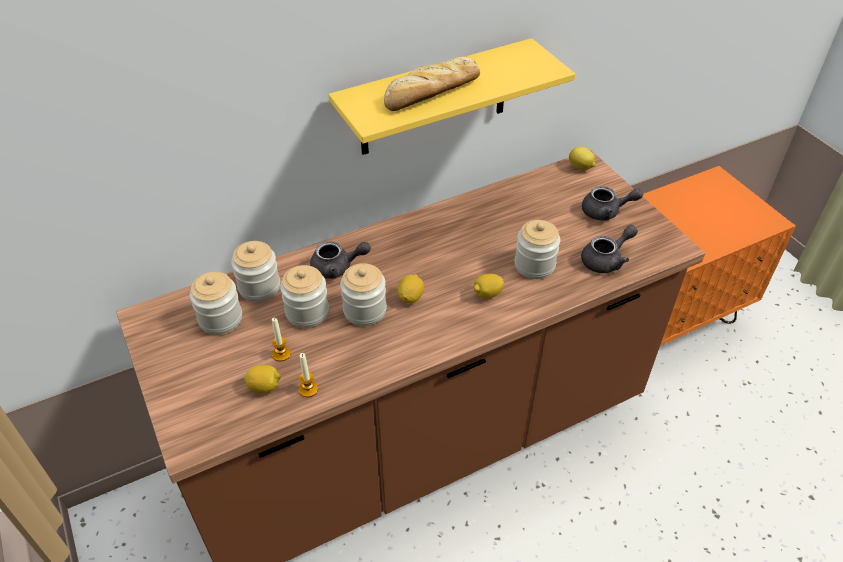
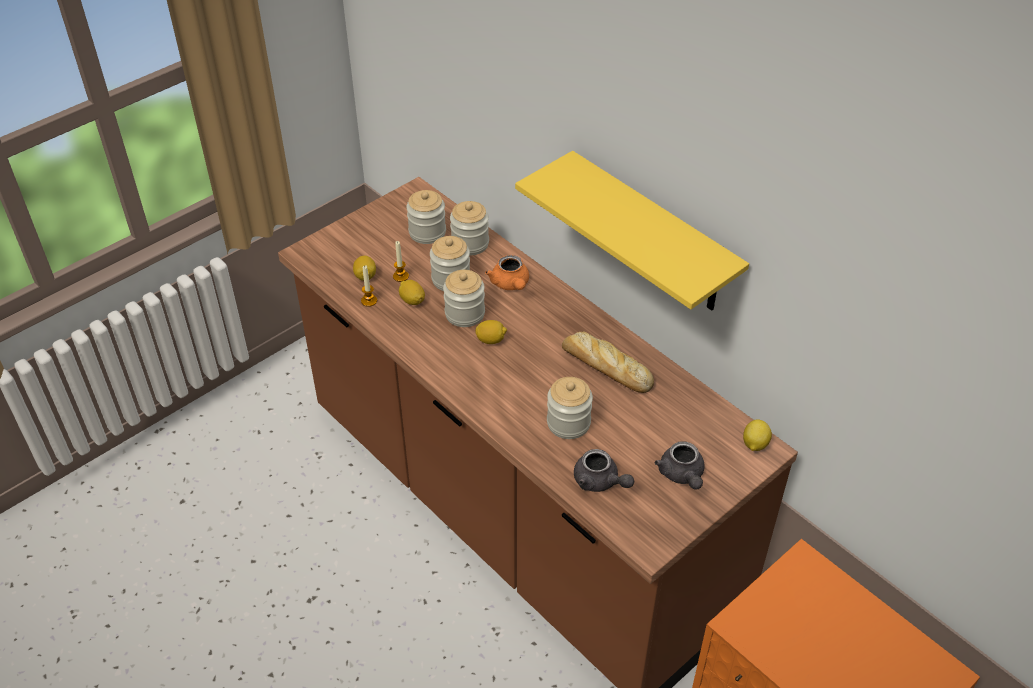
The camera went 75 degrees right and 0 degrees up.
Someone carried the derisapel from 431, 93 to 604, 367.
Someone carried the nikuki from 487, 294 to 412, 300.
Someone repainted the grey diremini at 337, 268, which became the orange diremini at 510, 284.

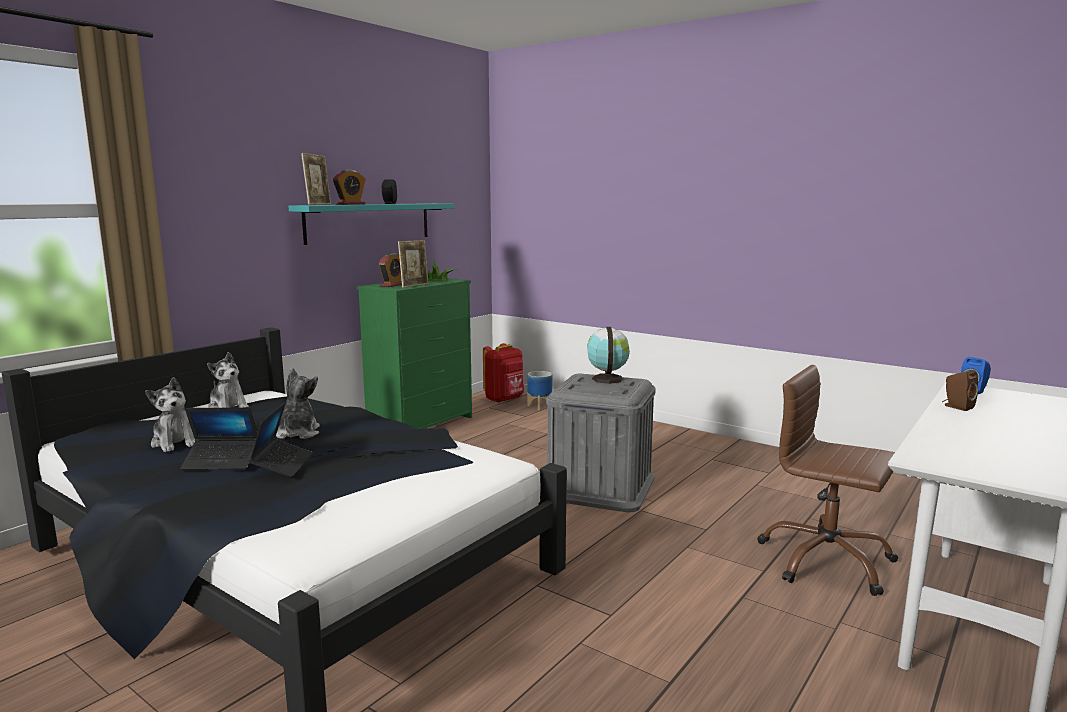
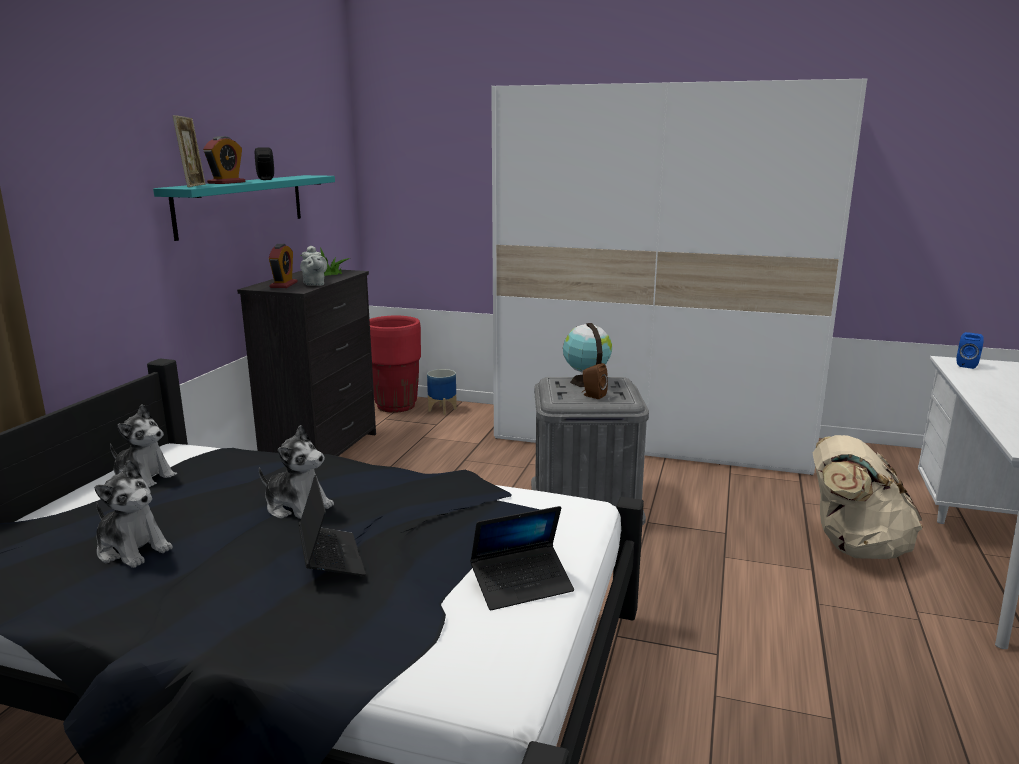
The camera went 20 degrees left and 5 degrees up.
Someone put down the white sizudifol at 651, 438.
Someone carried the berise from 221, 462 to 522, 585.
Someone carried the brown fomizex from 956, 407 to 593, 395.
Someone swapped the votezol at 414, 286 for the grey diremini at 314, 284.
Someone swapped the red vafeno at 505, 399 for the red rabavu at 396, 406.
Someone swapped the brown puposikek at 826, 561 for the beige vafeno at 854, 547.
Someone repainted the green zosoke at 422, 424, which became the black zosoke at 322, 451.
Someone rotated the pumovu at 298, 434 by 135 degrees clockwise.

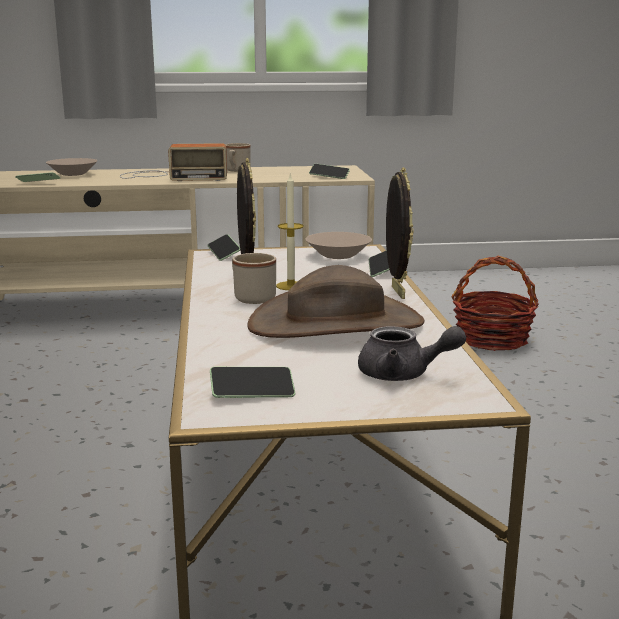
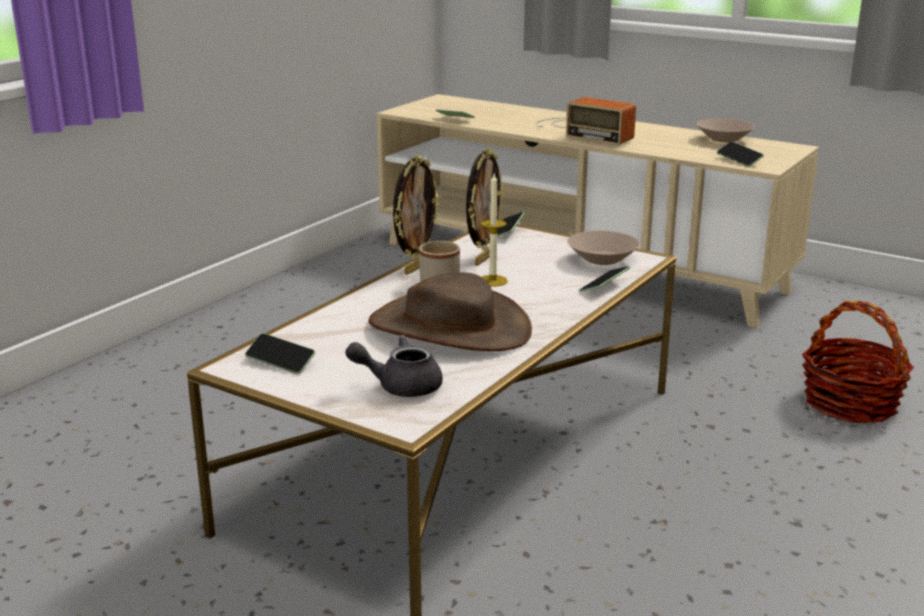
The camera went 40 degrees right and 5 degrees up.
Someone took away the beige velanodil at 236, 170.
Someone carried the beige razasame from 73, 174 to 724, 139.
Someone carried the votezol from 396, 292 to 416, 268.
Someone rotated the grey diremini at 403, 375 by 120 degrees clockwise.

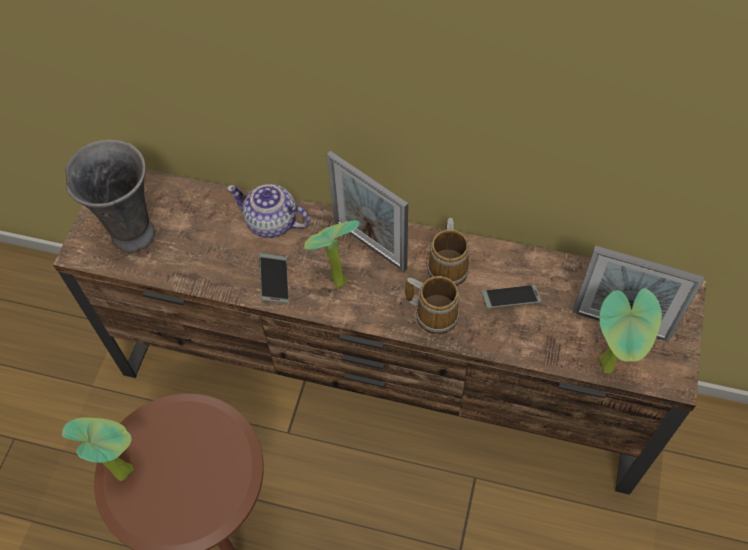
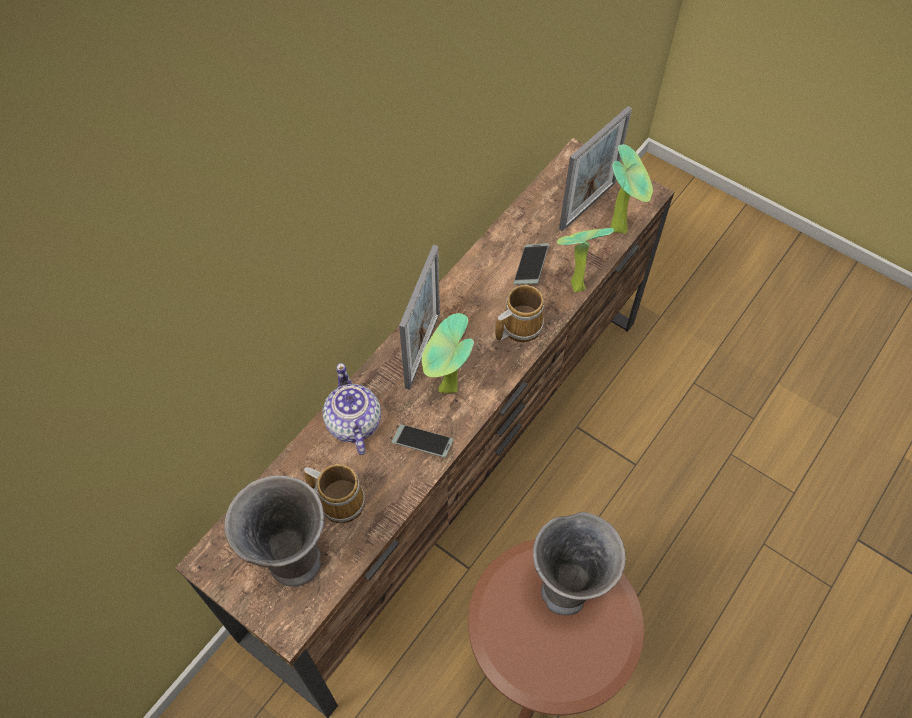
The camera went 70 degrees left and 0 degrees up.
Someone put down the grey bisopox at 566, 591.
Someone carried the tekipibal from 124, 468 to 573, 285.
Someone carried the velanodil from 449, 267 to 340, 499.
Someone rotated the diremini at 272, 223 by 120 degrees clockwise.
Someone rotated the votezol at 370, 245 by 45 degrees counterclockwise.

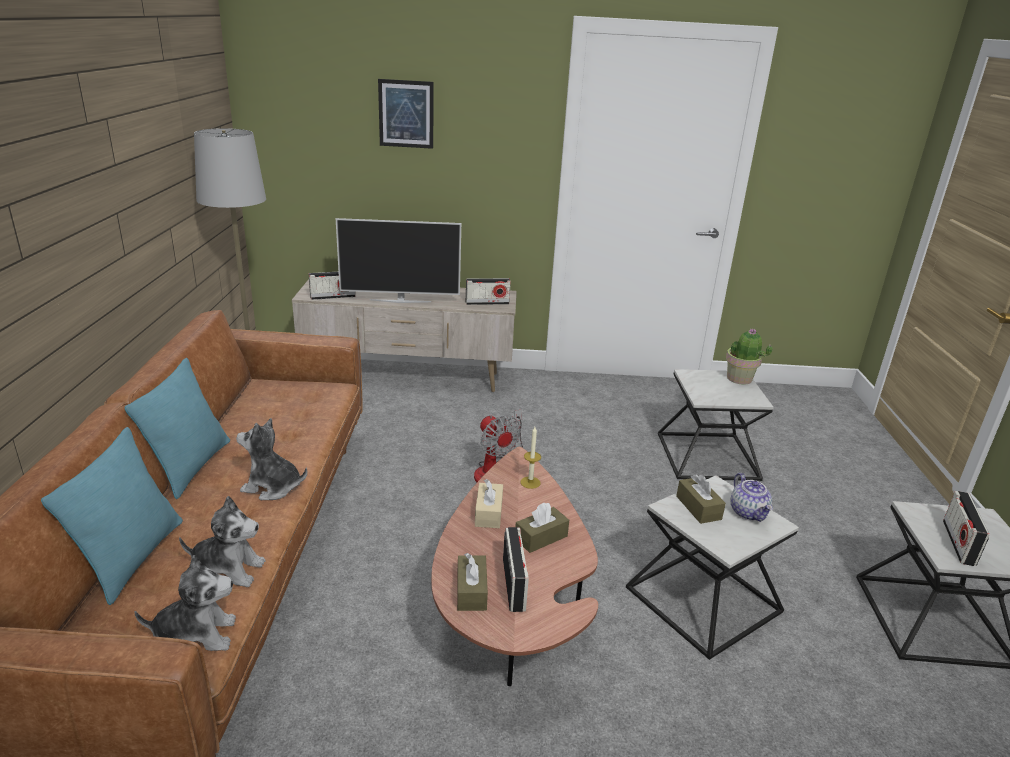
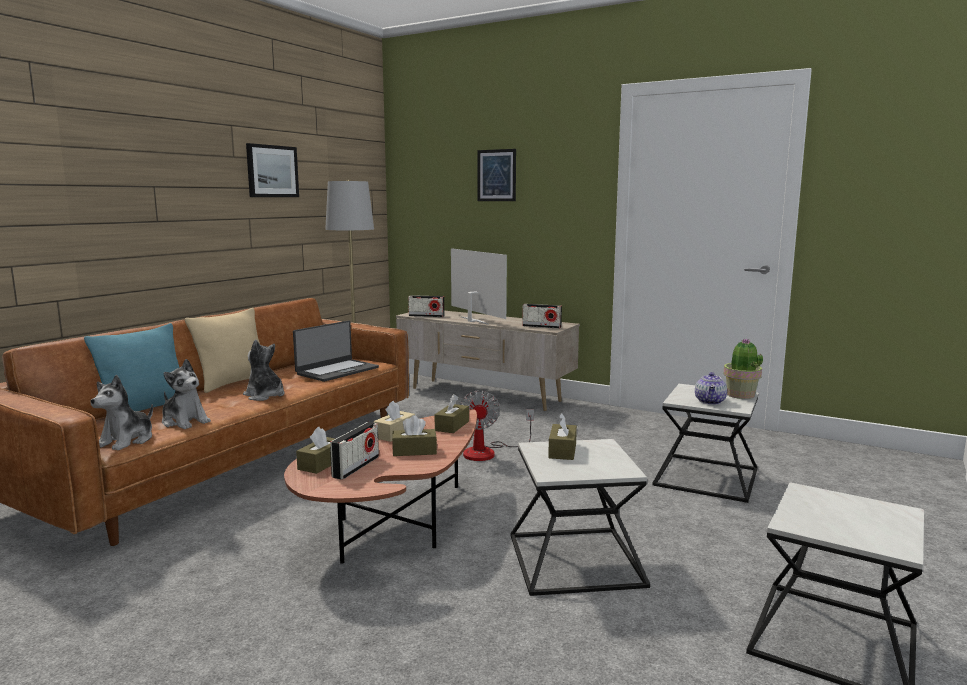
The camera went 30 degrees right and 15 degrees down.
Someone took away the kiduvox at 958, 543.
Someone put up the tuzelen at 272, 171.
Someone put down the berise at 337, 371.
Someone carried the diremini from 748, 513 to 710, 401.
Someone swapped the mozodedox at 530, 482 for the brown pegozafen at 452, 426.
Someone repainted the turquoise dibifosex at 191, 467, which became the beige dibifosex at 234, 382.
Someone rotated the pumovu at 196, 636 by 90 degrees clockwise.
Someone rotated the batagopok at 400, 300 by 150 degrees counterclockwise.

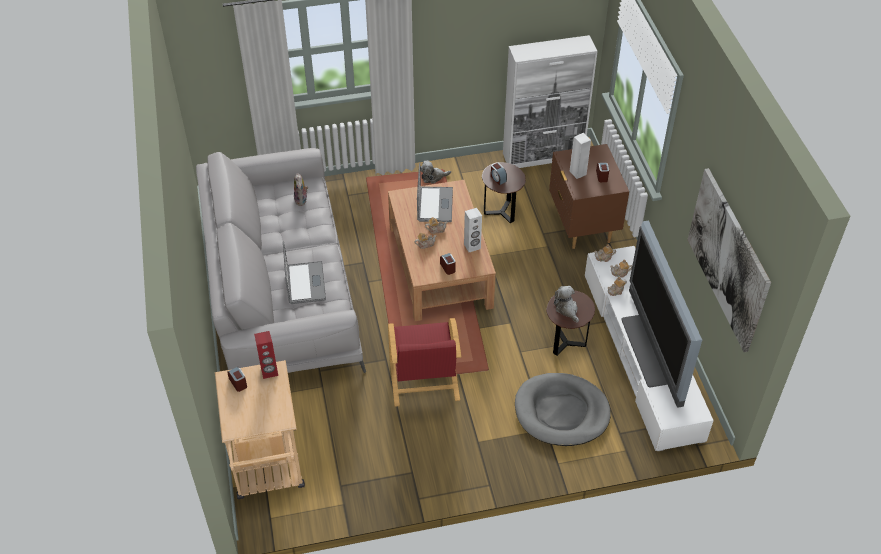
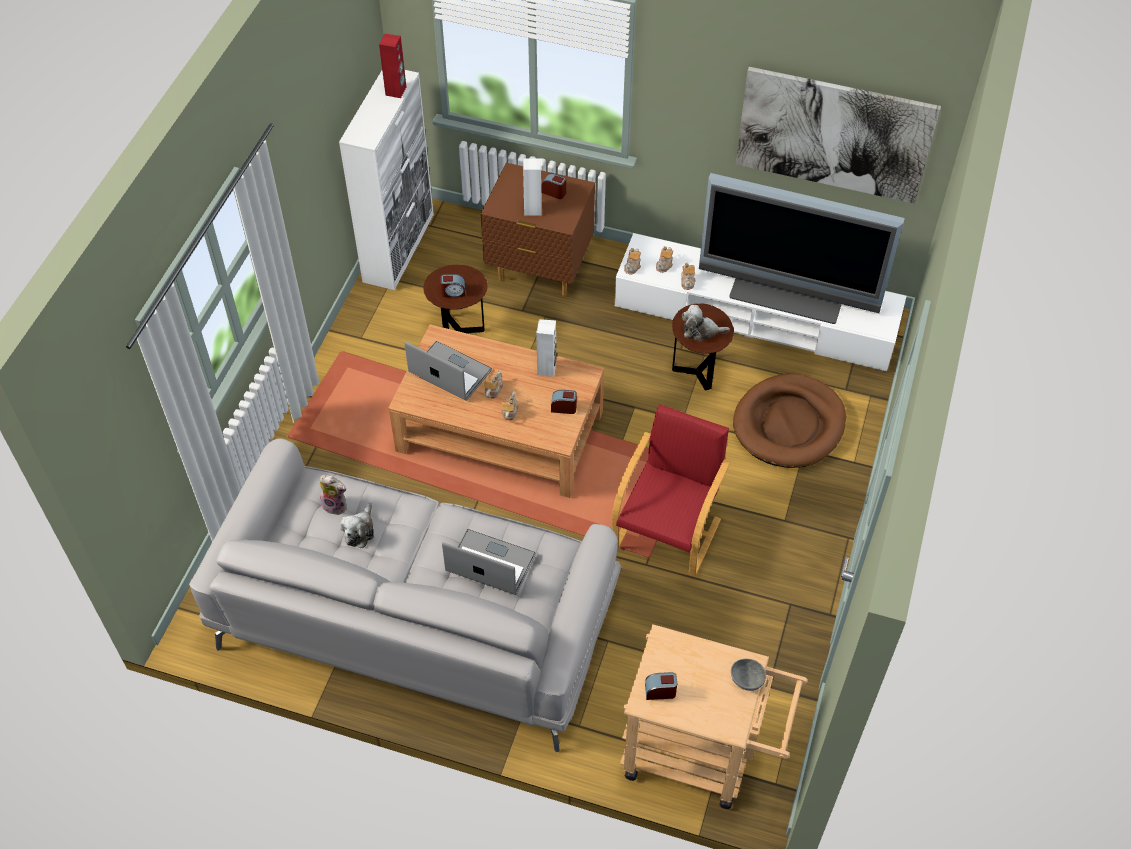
The camera went 60 degrees left and 5 degrees up.
Someone put down the grey razasame at 747, 679.
Someone carried the red fomizex from 269, 372 to 396, 91.
Someone carried the pumovu from 433, 177 to 360, 530.
Someone repainted the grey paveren at 561, 412, which became the brown paveren at 789, 424.
Someone rotated the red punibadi at 424, 382 by 90 degrees counterclockwise.

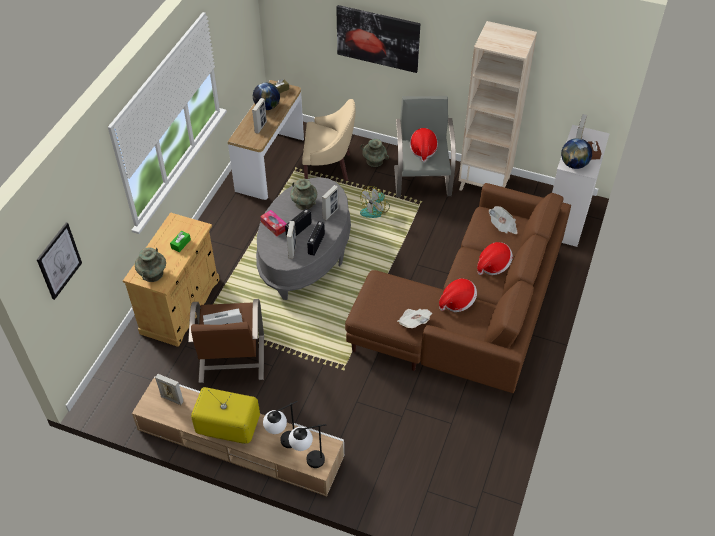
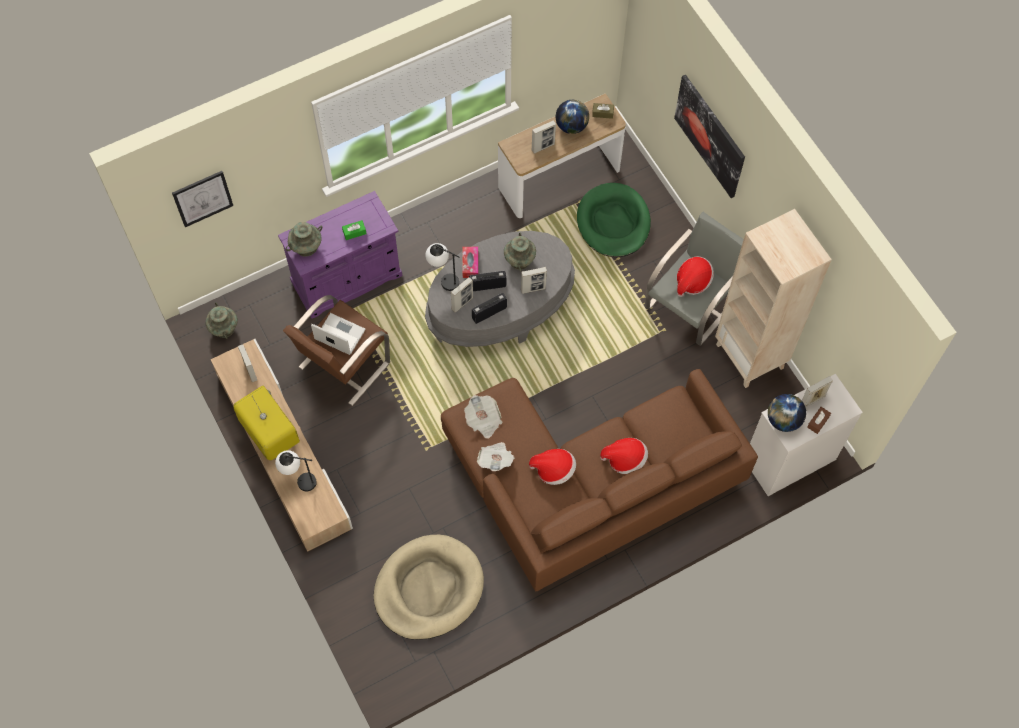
The camera went 40 degrees right and 15 degrees up.
Someone took away the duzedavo at 375, 210.
Someone put down the beige paveren at 428, 589.
Someone carried the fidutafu from 308, 461 to 443, 279.
Someone carried the turquoise bisopox from 374, 161 to 224, 328.
Someone carried the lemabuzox from 502, 226 to 483, 420.
Someone swapped the beige punibadi at 329, 166 for the green paveren at 613, 222.
Someone repainted the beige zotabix at 180, 306, which became the purple zotabix at 347, 279.

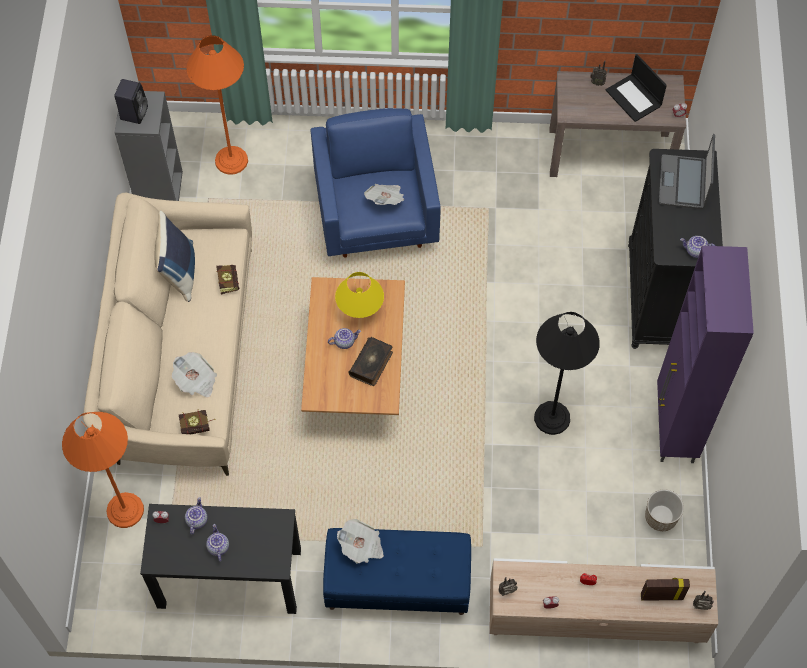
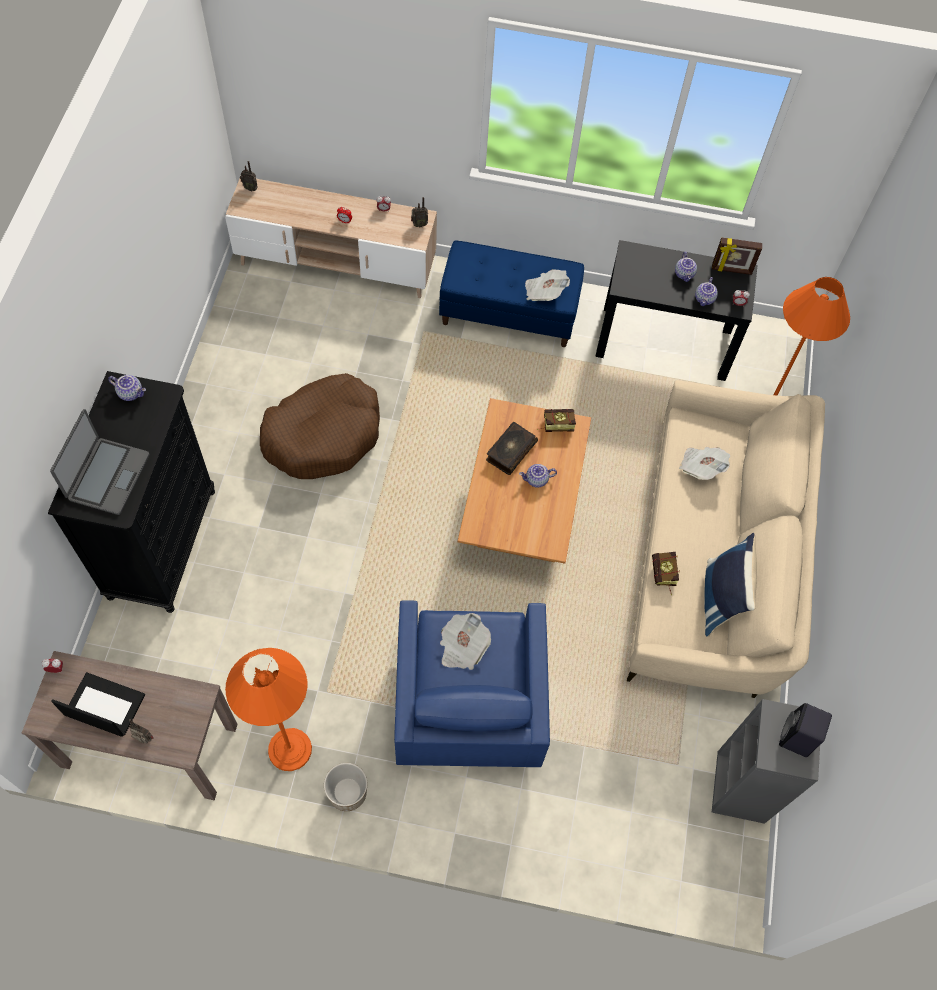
The camera went 175 degrees left and 0 degrees up.
Someone took away the yellow fidutafu at 360, 309.
Someone took away the purple zotabix at 674, 427.
Someone carried the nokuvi from 198, 426 to 554, 424.
Someone carried the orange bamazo from 231, 160 to 290, 749.
Someone carried the votezol from 661, 596 to 731, 270.
Someone carried the rabavu from 660, 517 to 347, 792.
Someone swapped the black bamazo at 552, 418 for the brown paveren at 323, 435.
Someone rotated the berise at 634, 98 by 45 degrees counterclockwise.

